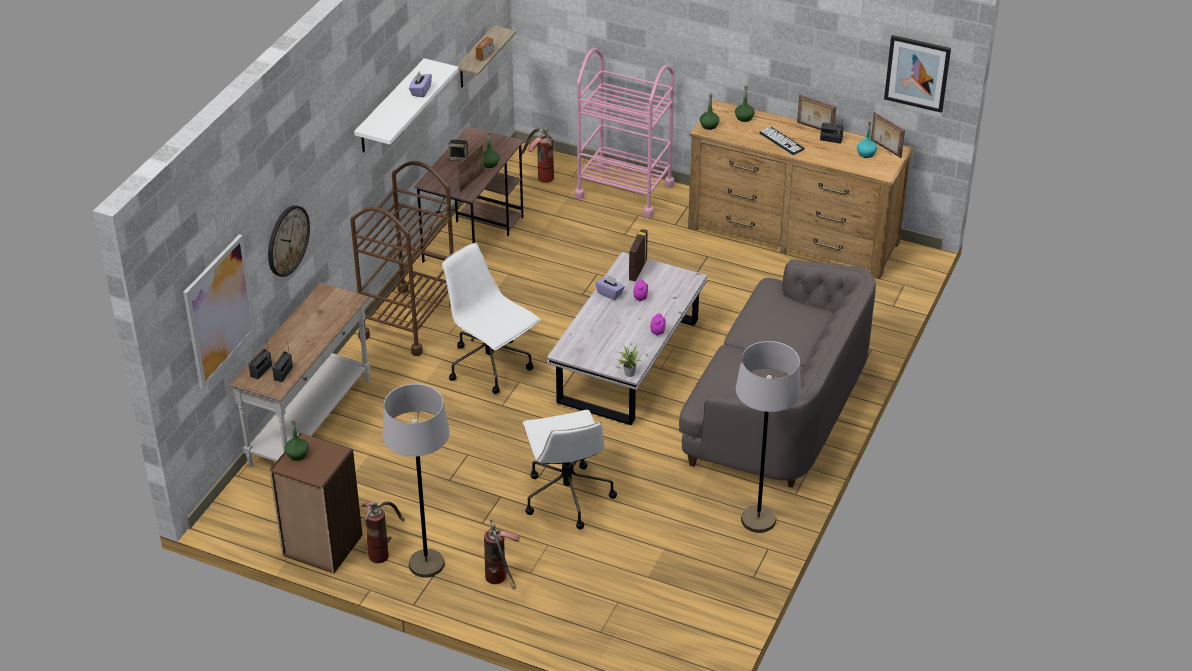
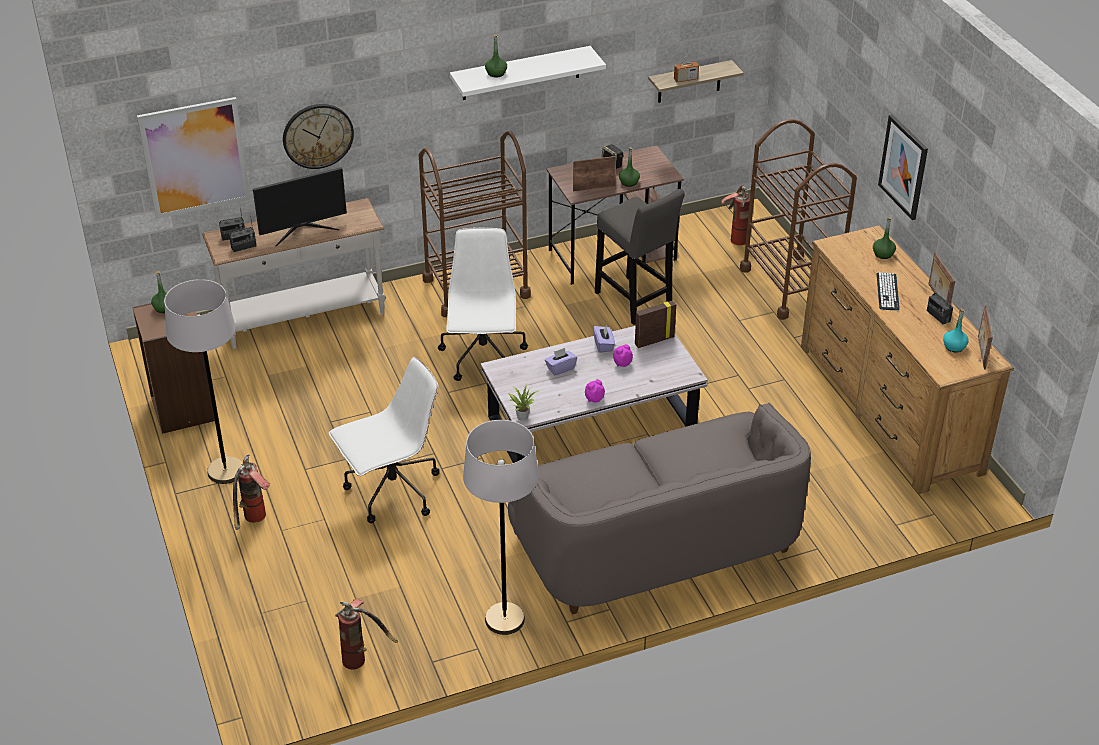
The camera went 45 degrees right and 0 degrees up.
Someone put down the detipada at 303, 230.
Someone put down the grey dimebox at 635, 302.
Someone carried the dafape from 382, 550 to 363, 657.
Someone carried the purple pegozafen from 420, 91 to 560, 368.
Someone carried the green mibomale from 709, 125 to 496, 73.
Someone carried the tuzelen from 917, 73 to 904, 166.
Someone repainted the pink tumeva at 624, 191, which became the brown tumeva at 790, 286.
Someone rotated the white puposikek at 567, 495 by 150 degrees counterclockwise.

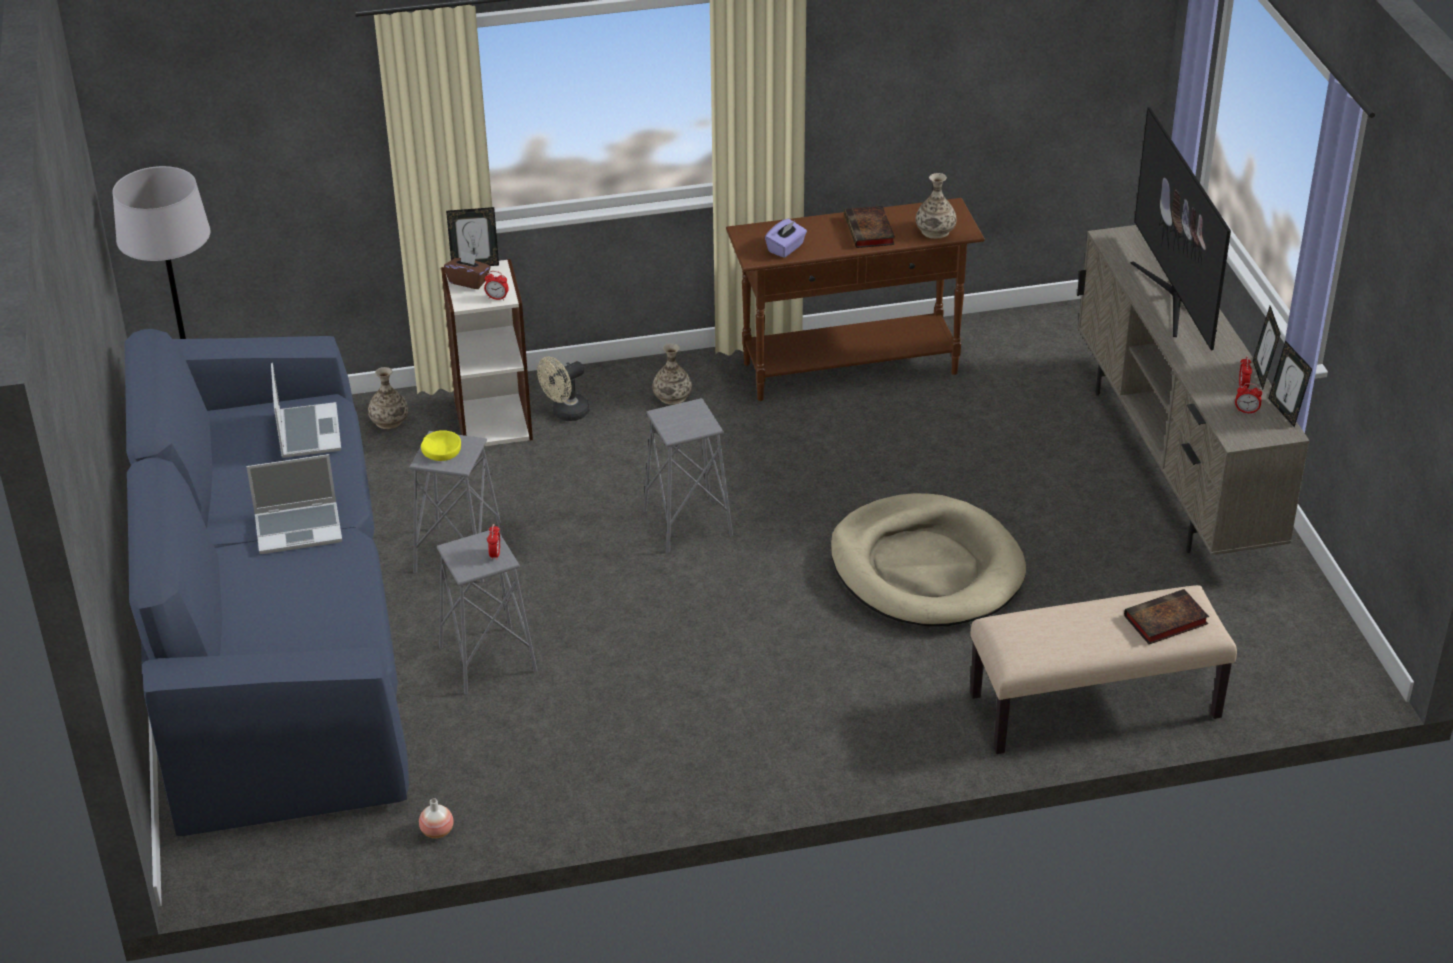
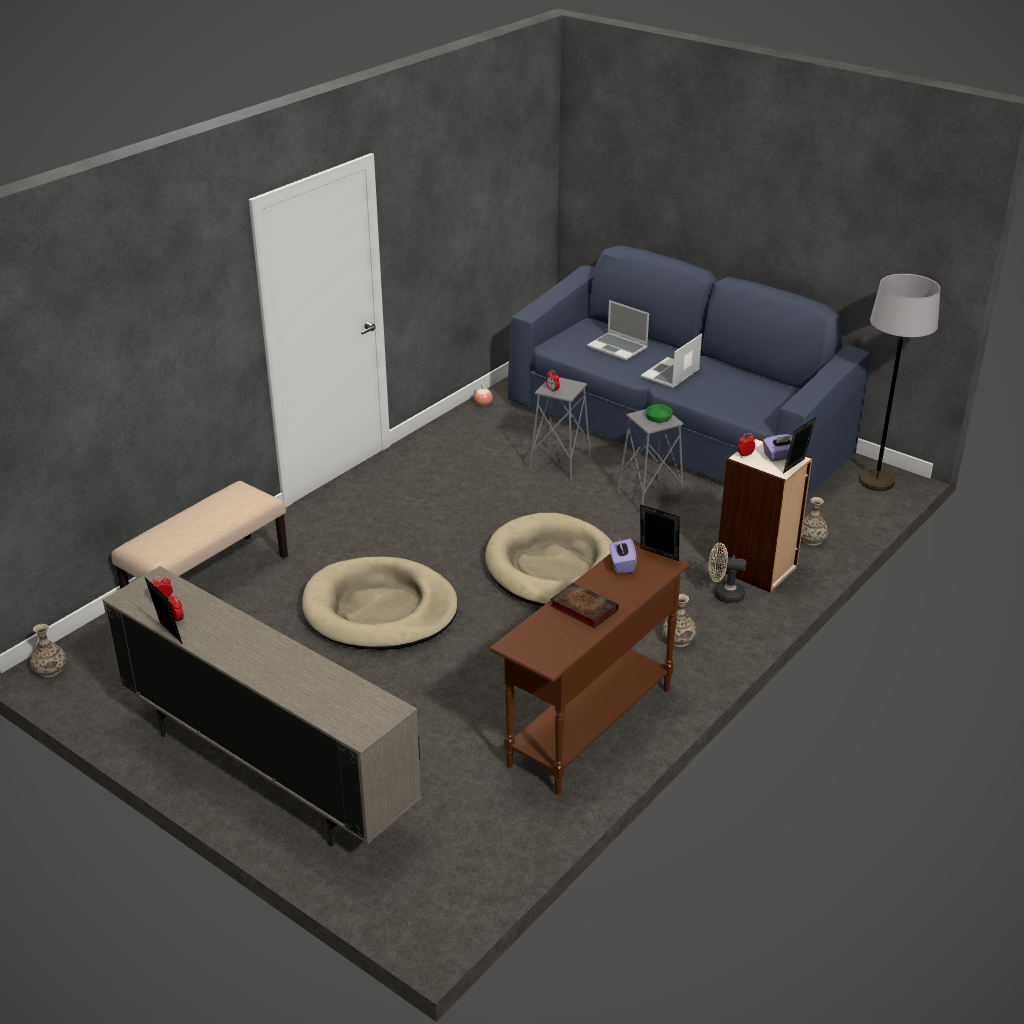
The camera went 140 degrees right and 5 degrees down.
Someone took away the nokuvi at 1164, 621.
Someone took away the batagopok at 1173, 296.
Someone carried the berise from 307, 432 to 618, 348.
Someone carried the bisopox from 935, 231 to 50, 669.
Someone carried the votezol from 1285, 412 to 658, 556.
Someone swapped the grey dimebox at 688, 523 for the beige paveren at 553, 568.
Someone repainted the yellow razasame at 441, 450, which became the green razasame at 658, 417.
Someone repainted the brown pegozafen at 468, 281, which became the purple pegozafen at 779, 456.
Someone rotated the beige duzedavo at 566, 413 by 90 degrees counterclockwise.

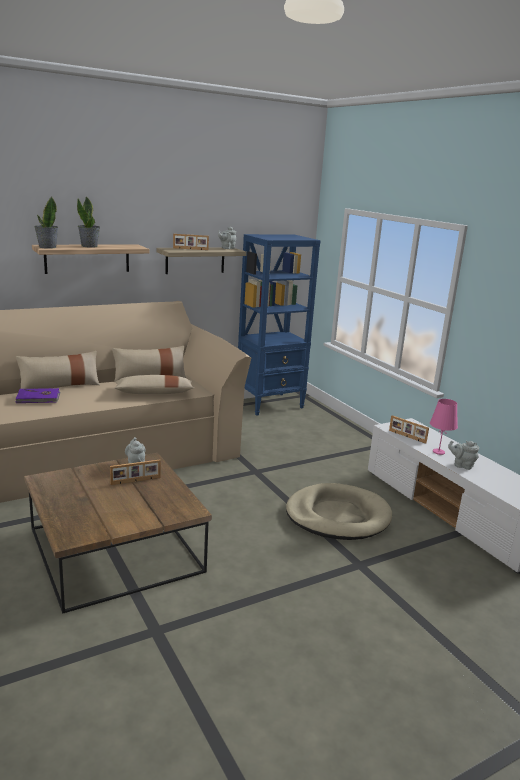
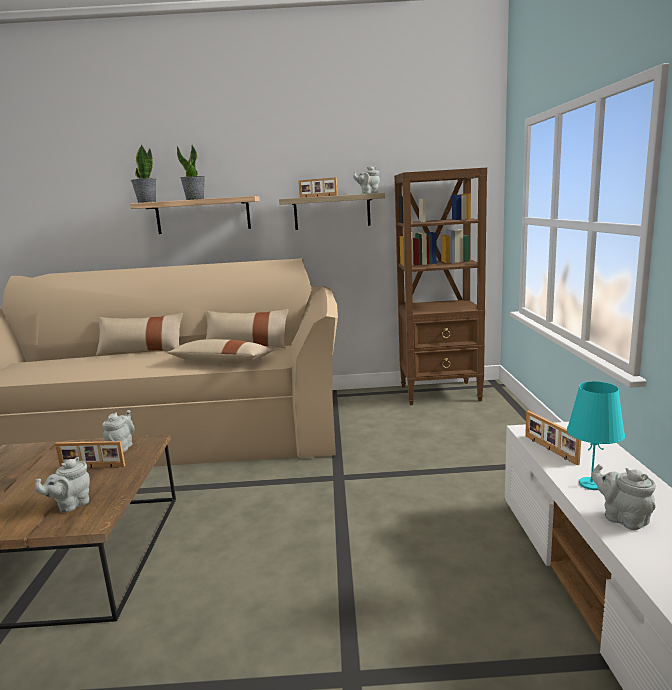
The camera went 30 degrees right and 5 degrees down.
Someone took away the purple nokuvi at 38, 398.
Someone took away the beige paveren at 337, 516.
Someone put down the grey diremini at 71, 505.
Someone repainted the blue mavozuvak at 270, 404, which became the brown mavozuvak at 441, 393.
Someone repainted the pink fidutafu at 438, 452, which became the turquoise fidutafu at 591, 484.

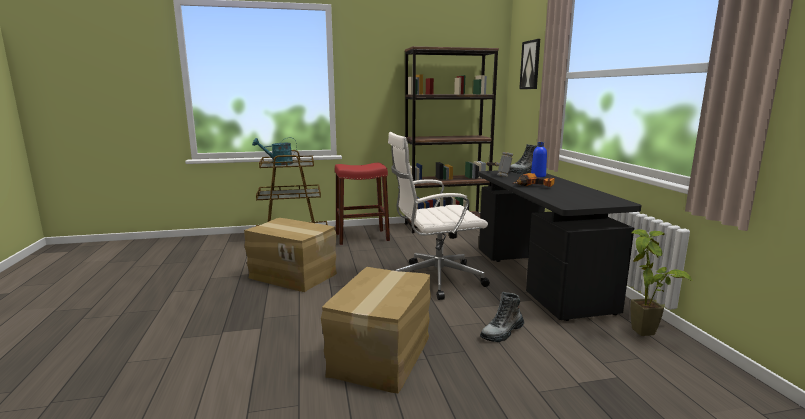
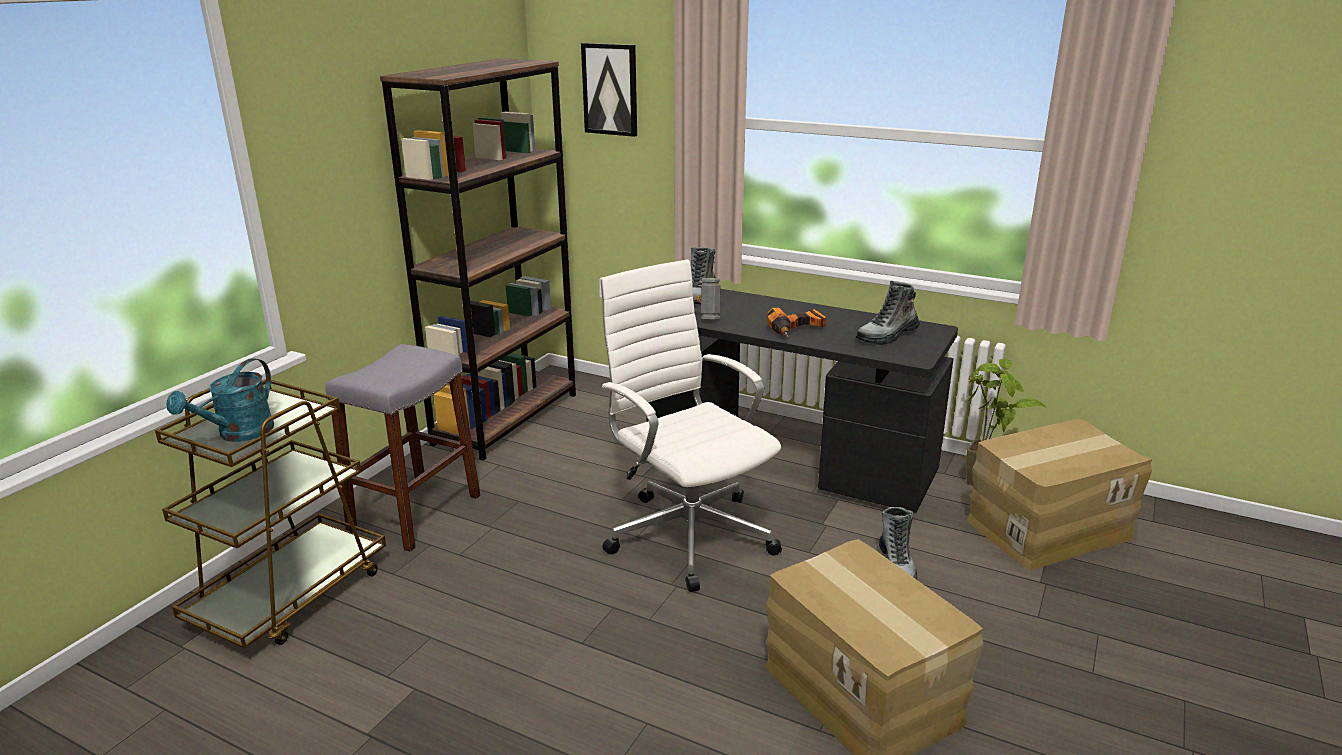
The camera went 50 degrees left and 10 degrees up.
Someone took away the blue mibomale at 538, 176.
Someone put down the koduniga at 887, 336.
Someone carried the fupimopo from 293, 275 to 1046, 528.
Someone repainted the red dimebox at 362, 237, which became the grey dimebox at 415, 513.
Someone rotated the white puposikek at 435, 279 by 120 degrees clockwise.

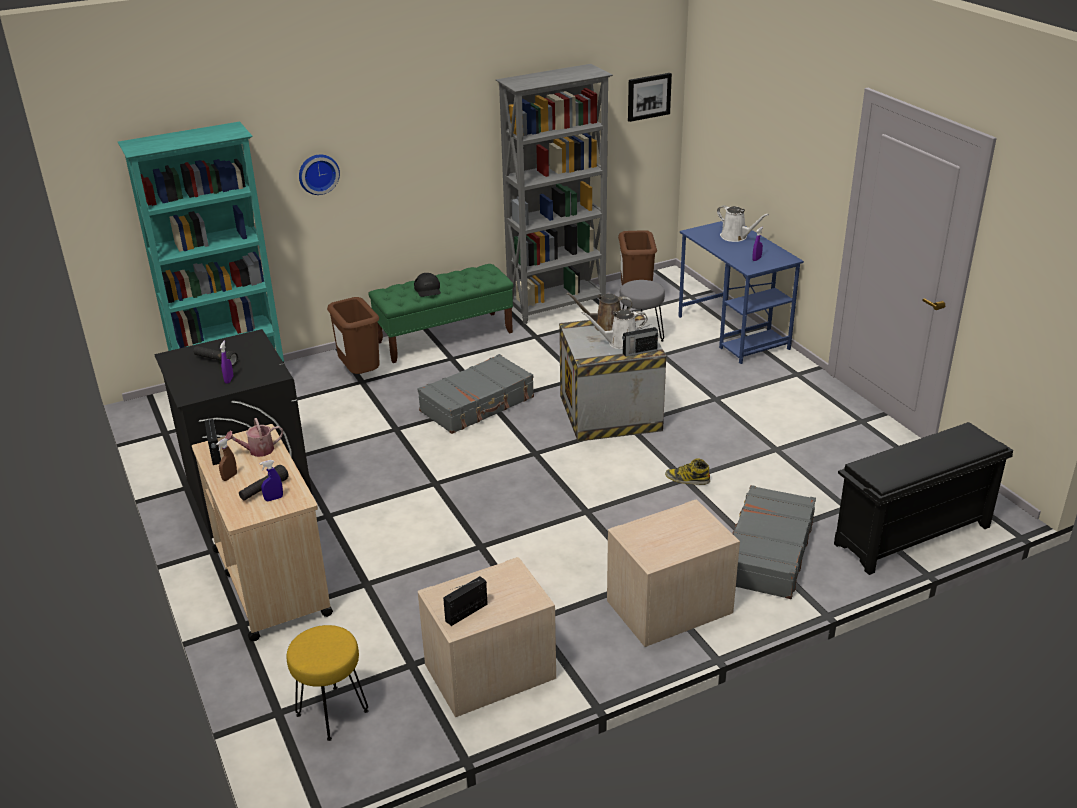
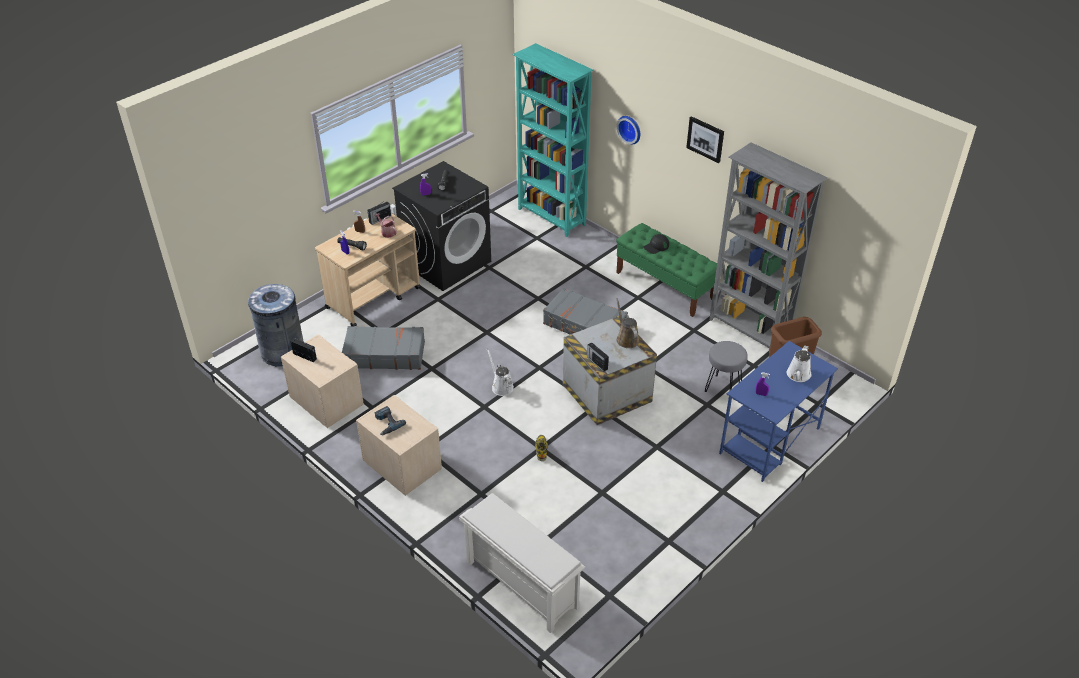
The camera went 70 degrees right and 10 degrees up.
Someone took away the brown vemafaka at 359, 375.
Someone put down the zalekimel at 387, 423.
Someone carried the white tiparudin from 620, 343 to 501, 386.
Someone carried the tuzelen from 648, 96 to 705, 139.
Someone carried the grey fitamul from 767, 553 to 384, 354.
Someone swapped the yellow dimebox at 331, 713 for the grey vemafaka at 282, 352.
Someone repainted the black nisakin at 911, 537, which became the white nisakin at 520, 584.

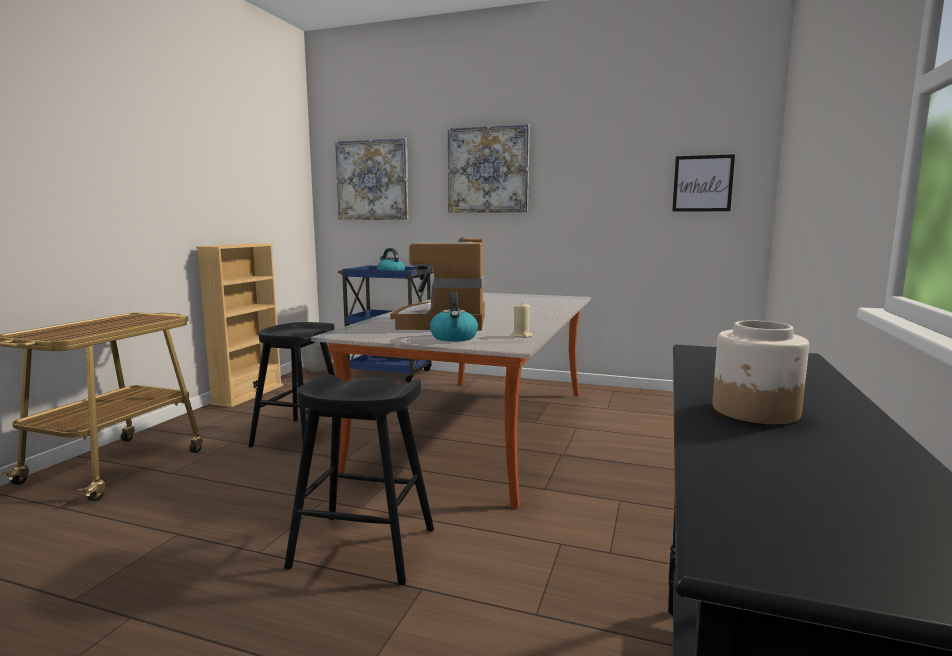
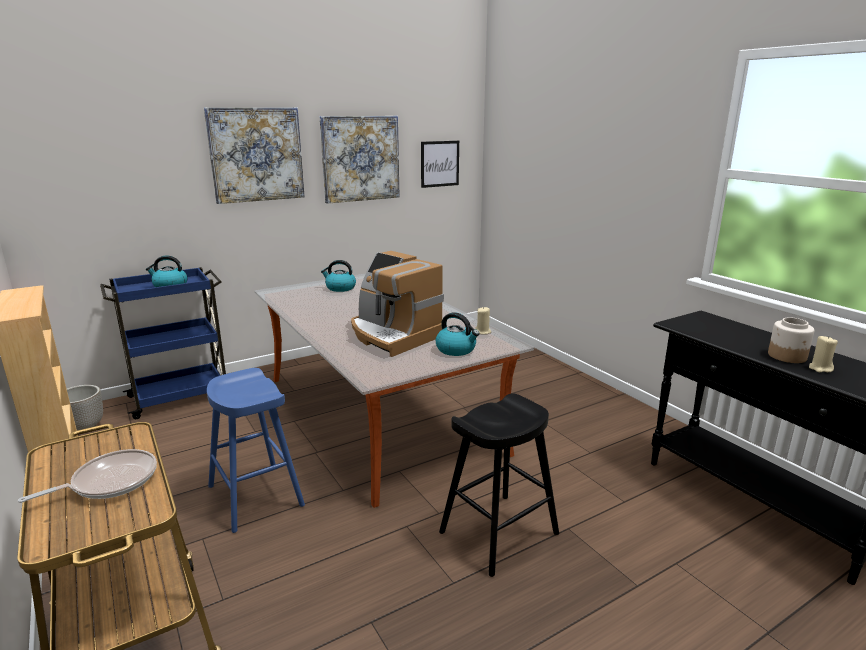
The camera went 50 degrees left and 10 degrees up.
Someone put down the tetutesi at 110, 482.
Someone put down the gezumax at 340, 288.
Someone put down the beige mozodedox at 820, 368.
Someone carried the tuzelen from 372, 180 to 360, 158.
Someone repainted the black dimebox at 300, 436, which became the blue dimebox at 255, 496.

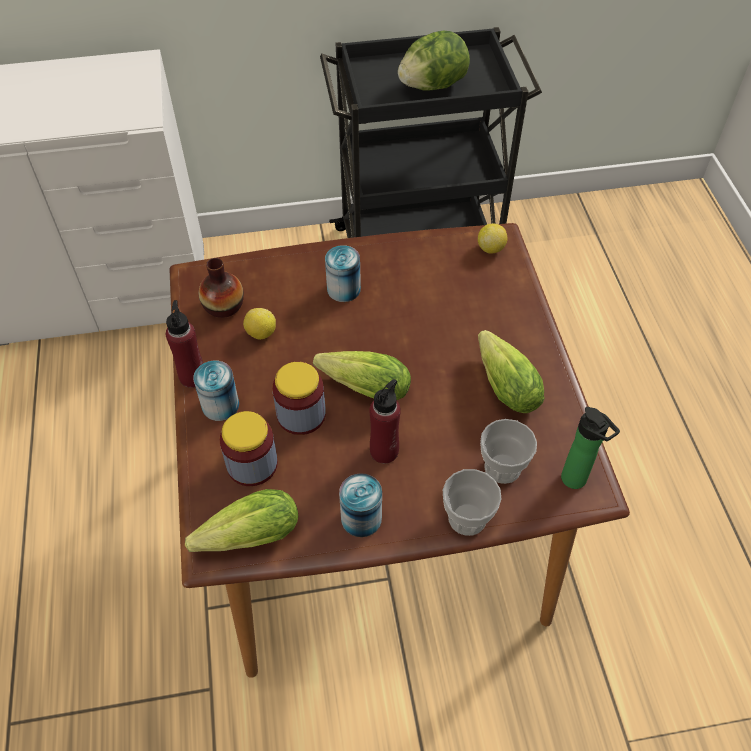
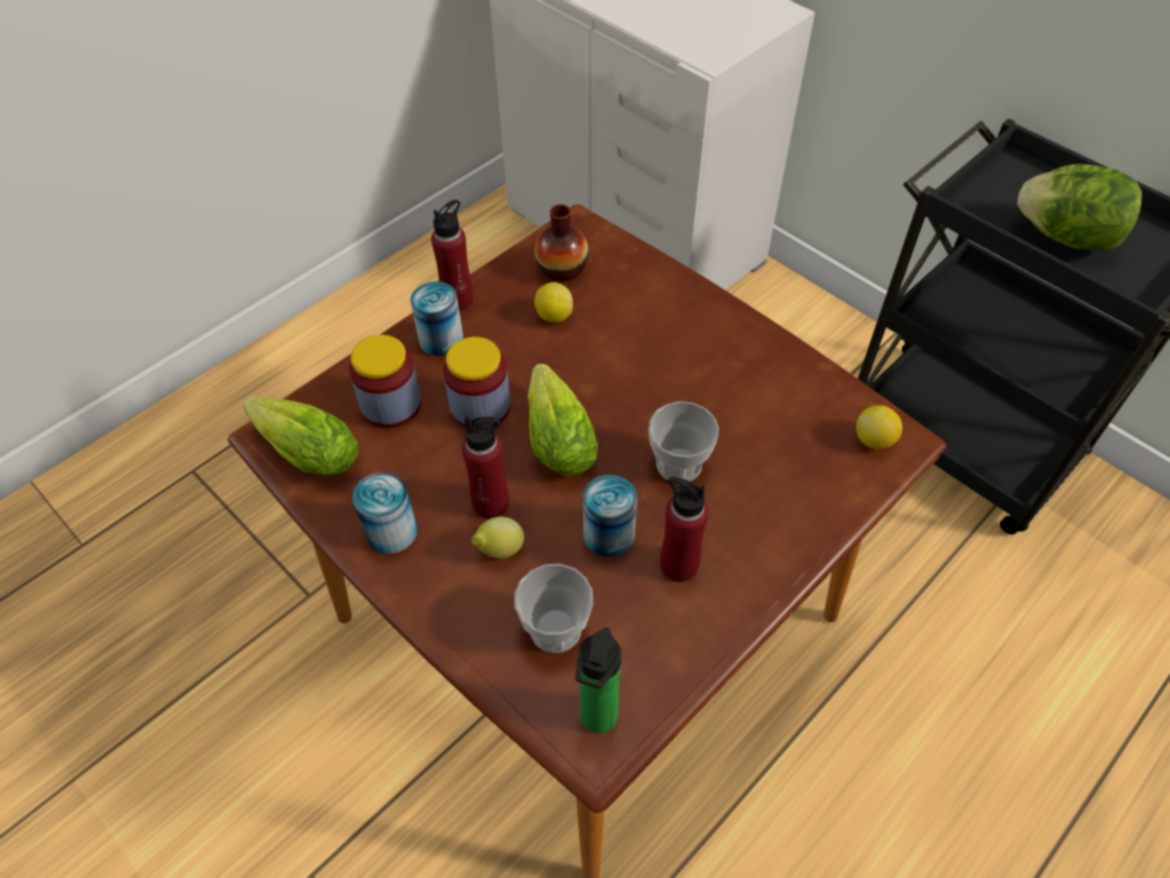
The camera went 55 degrees right and 0 degrees up.
Someone put down the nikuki at 499, 550.
Someone carried the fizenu from 343, 289 to 609, 534.
Someone carried the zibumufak from 467, 518 to 679, 464.
Someone swapped the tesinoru at 503, 383 for the red mibomale at 679, 564.

